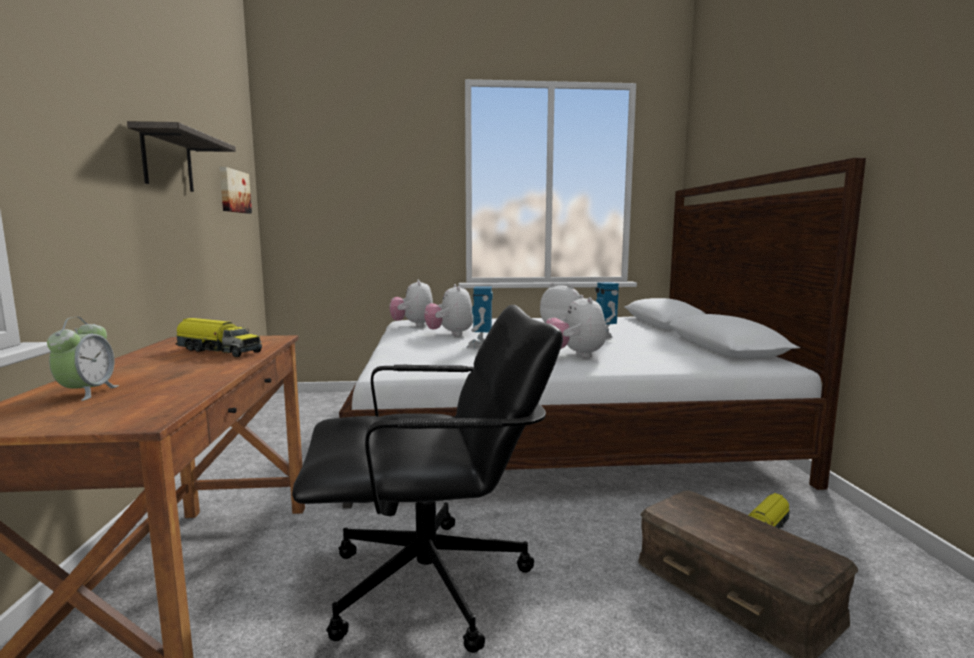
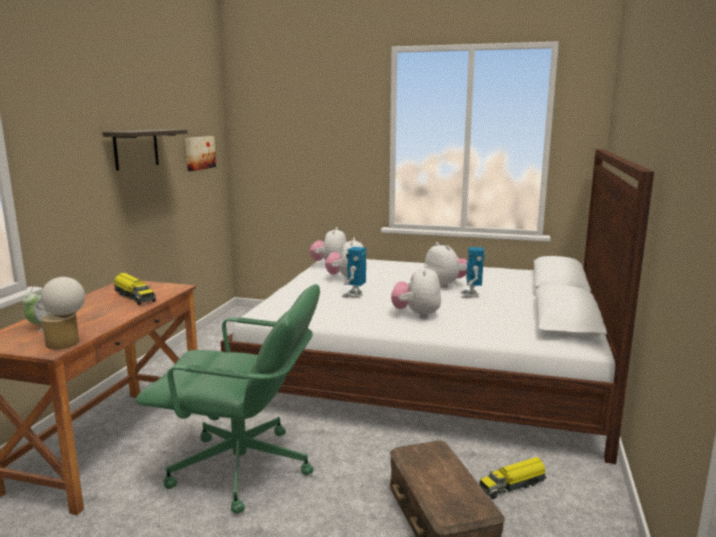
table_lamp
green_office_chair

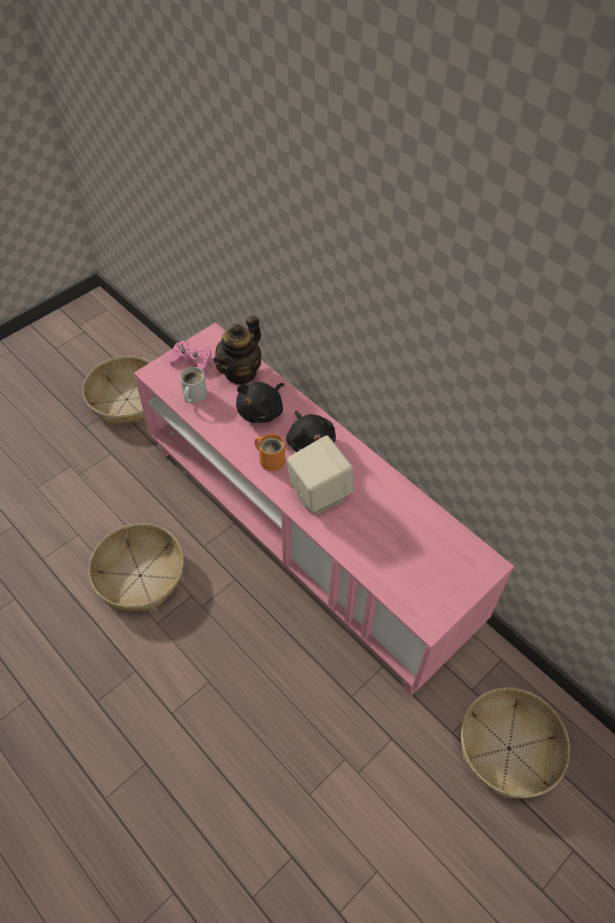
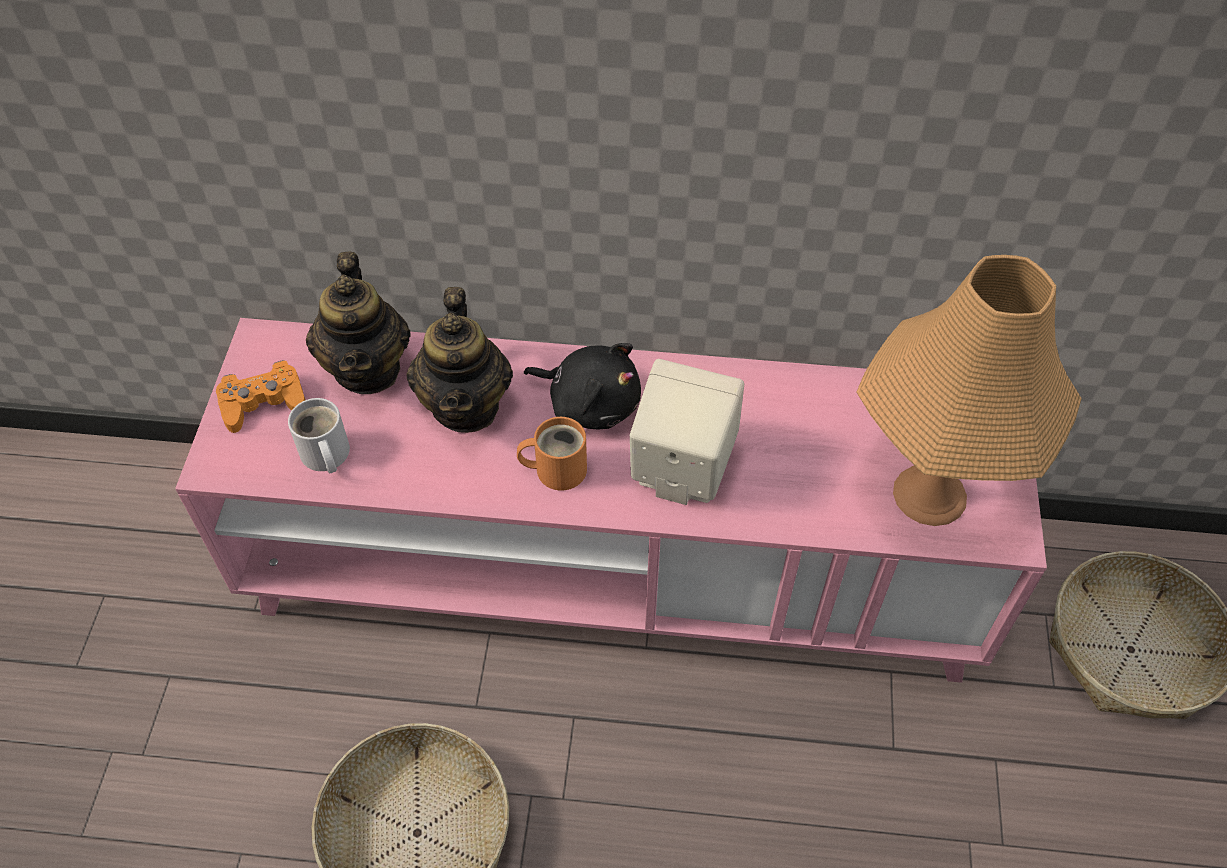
orange_game_controller
teapot (2nd from left)
orange_table_lamp
basket (1st from left in the first image)

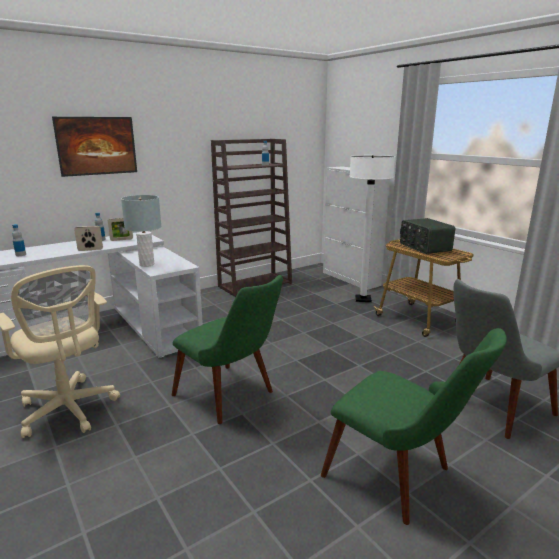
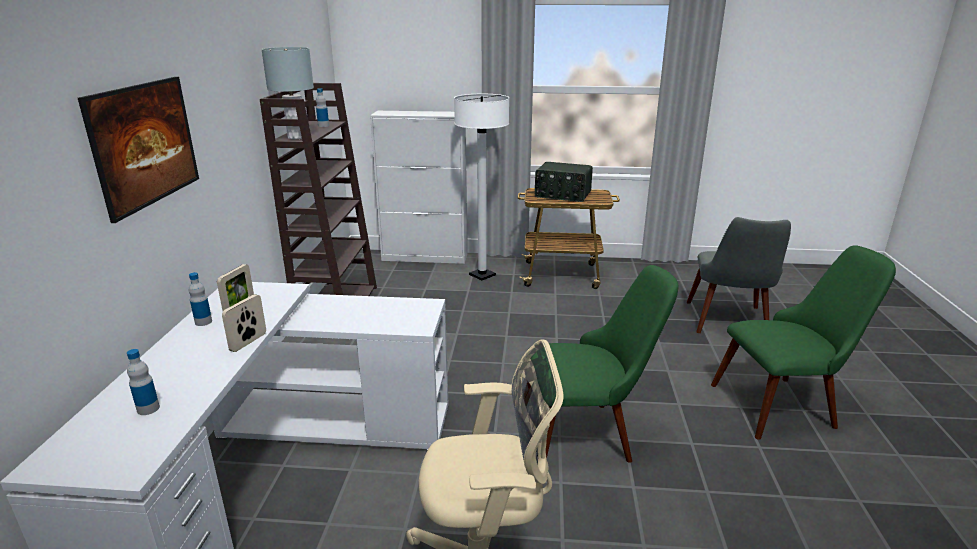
grey_table_lamp

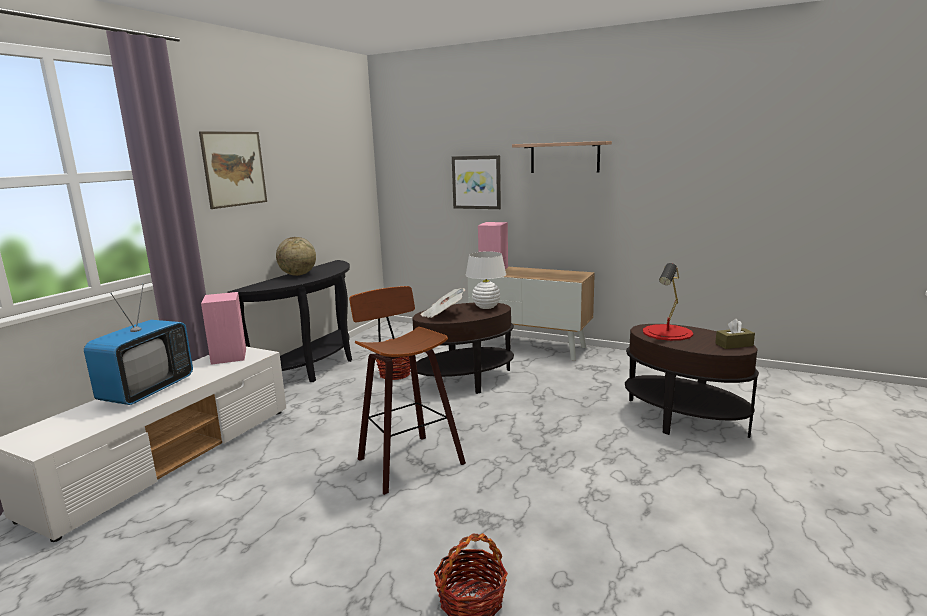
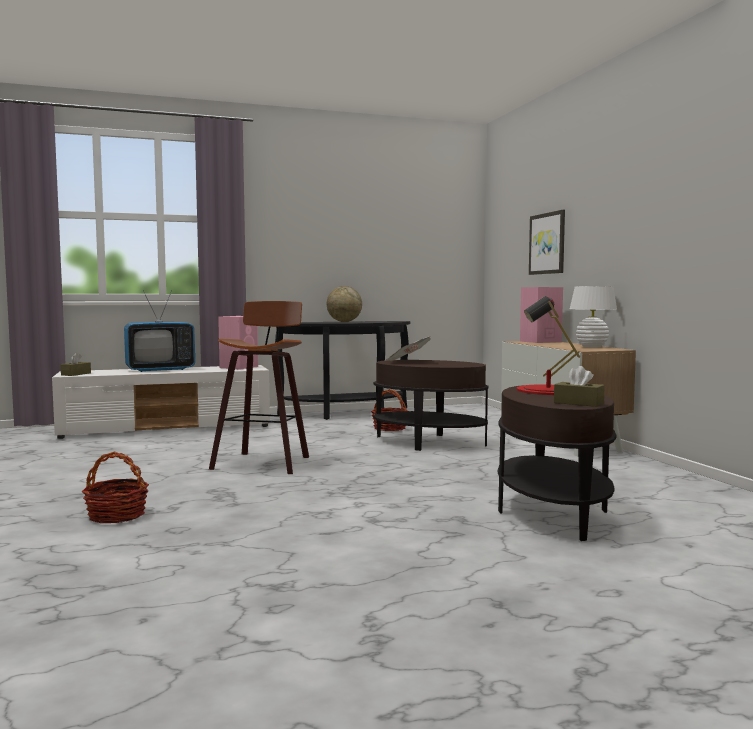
brown_tissue_box (1st from left)
white_table_lamp
picture (1st from left in the first image)
shelf

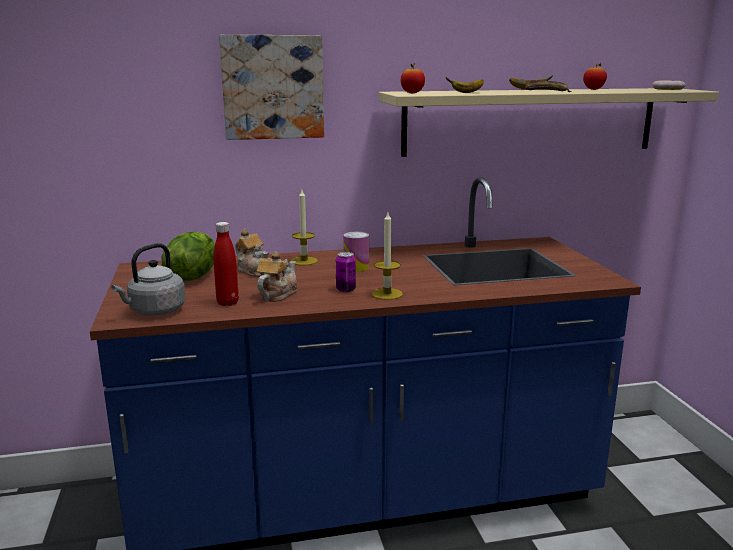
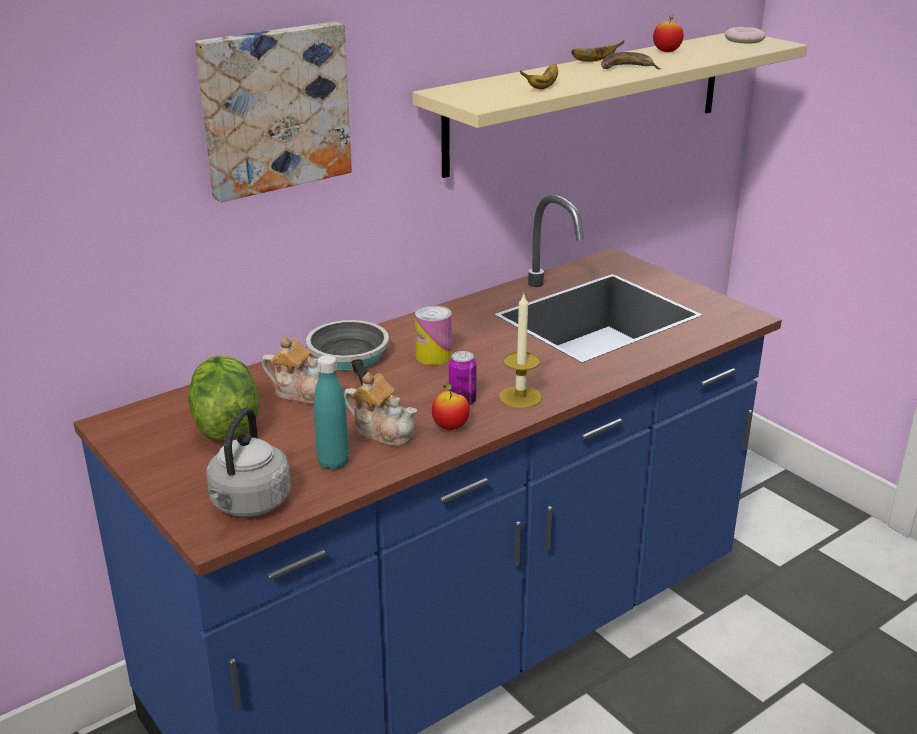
frying_pan
turquoise_bottle
teapot (2nd from left)
apple (1st from left)

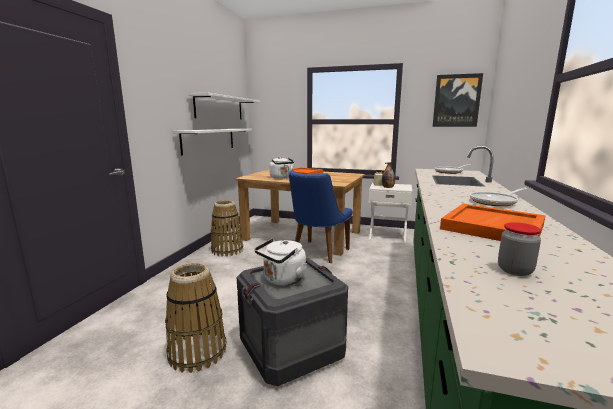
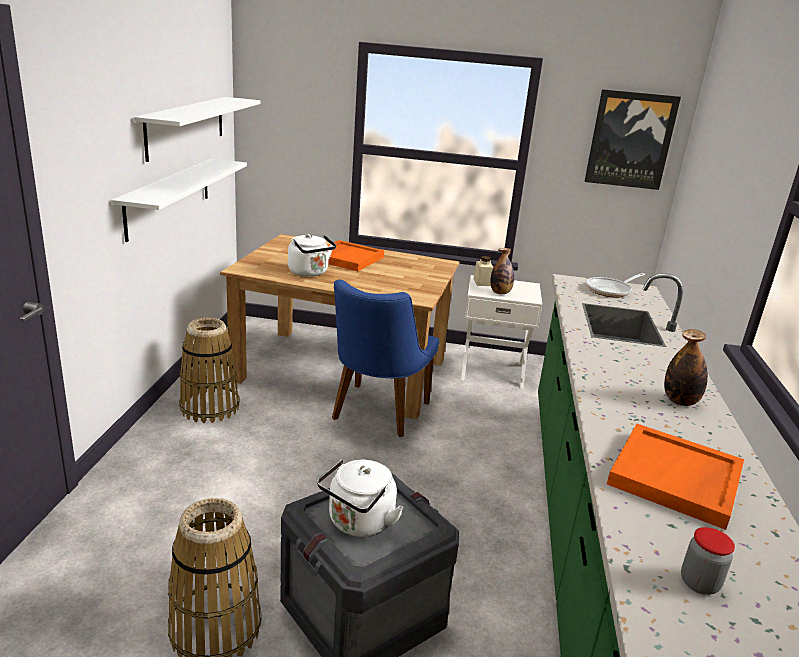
bottle (2nd from left)

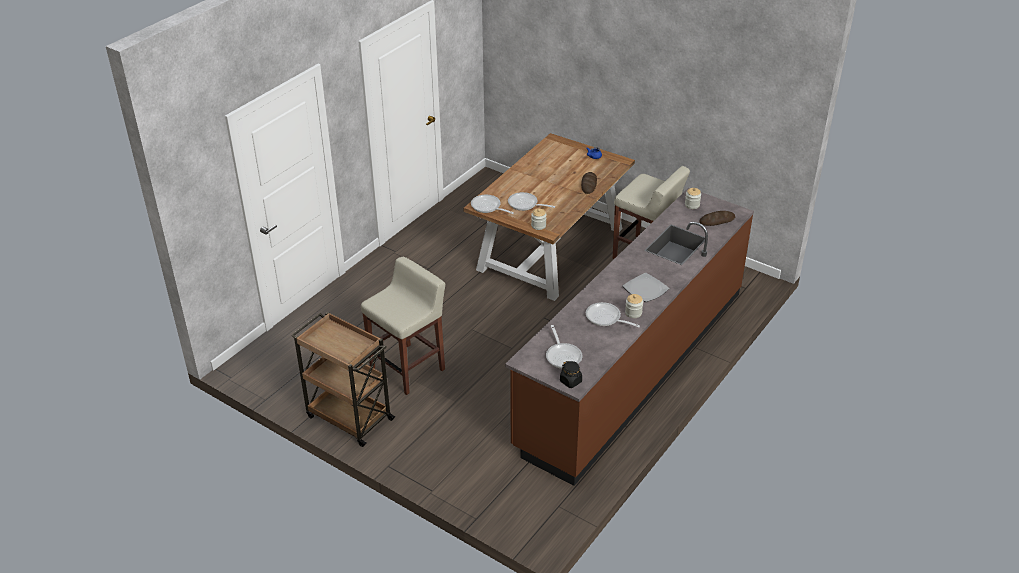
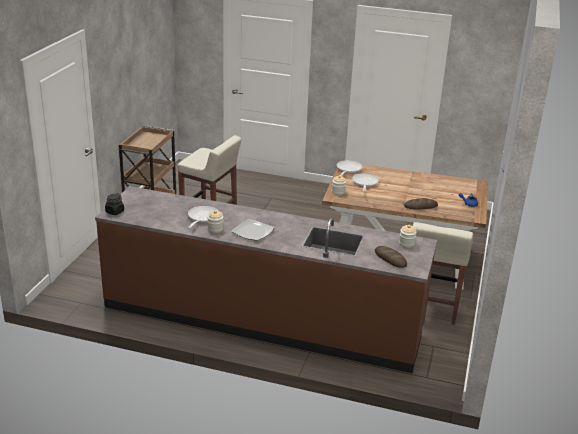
frying_pan (3rd from left in the first image)

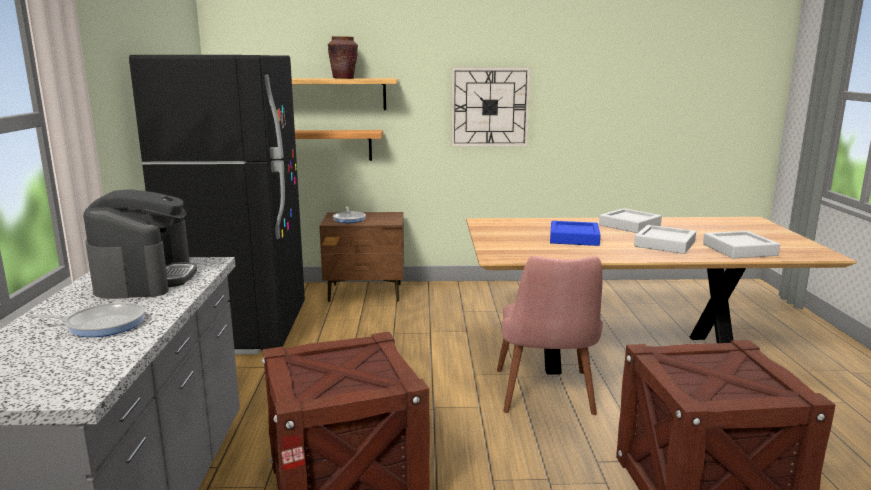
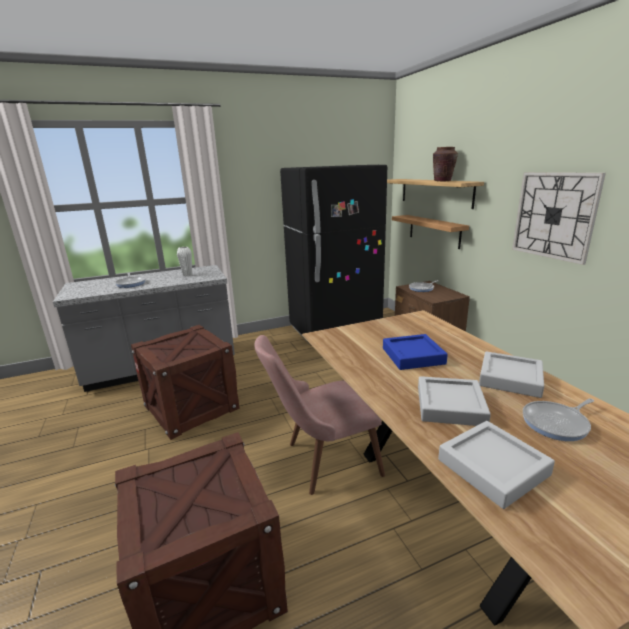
white_vase
frying_pan (3rd from left)

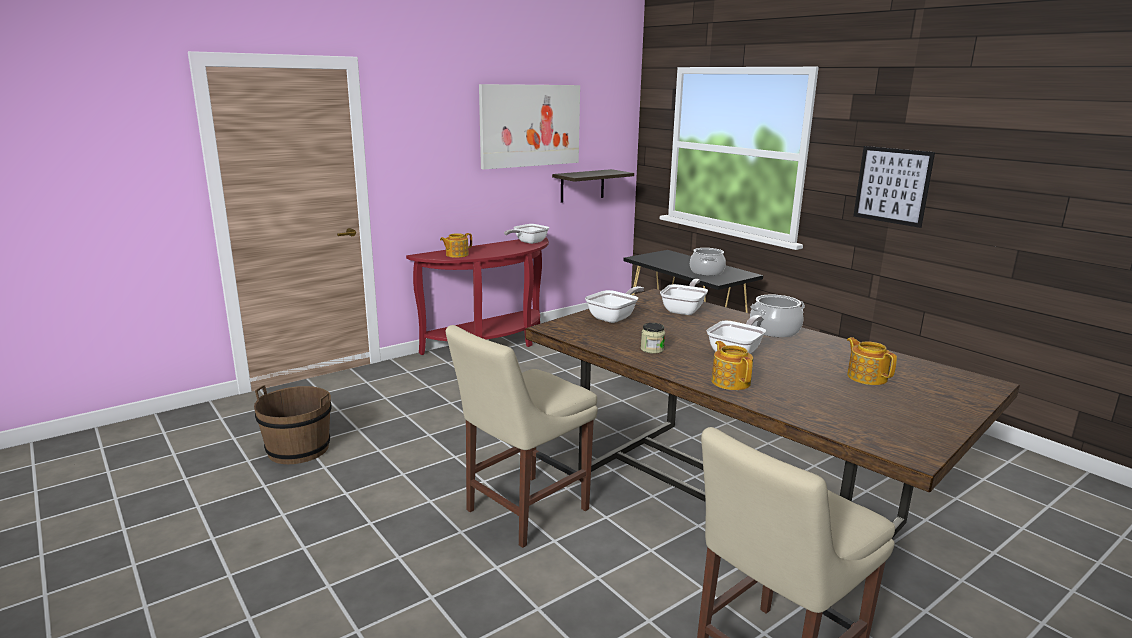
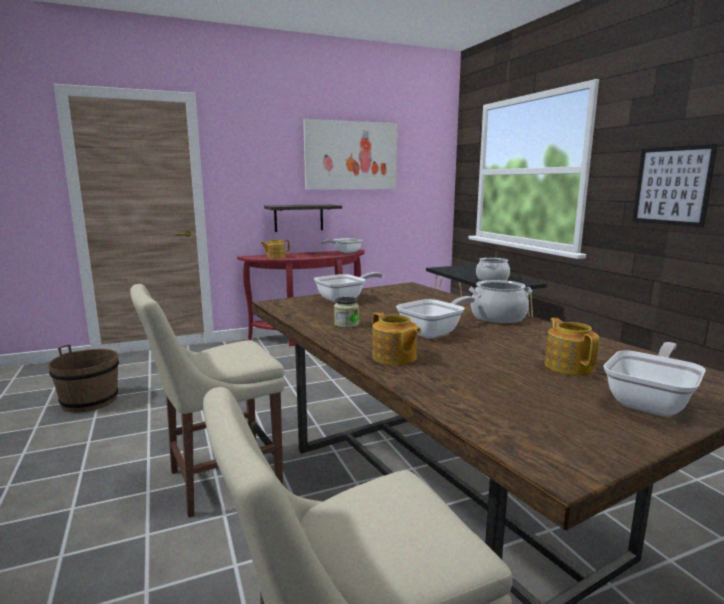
shelf
teapot (2nd from left)
frying_pan (4th from left)

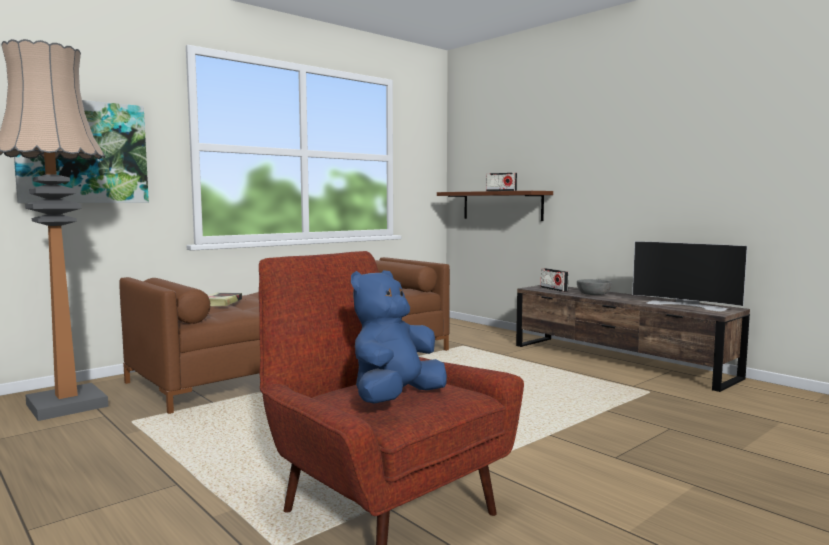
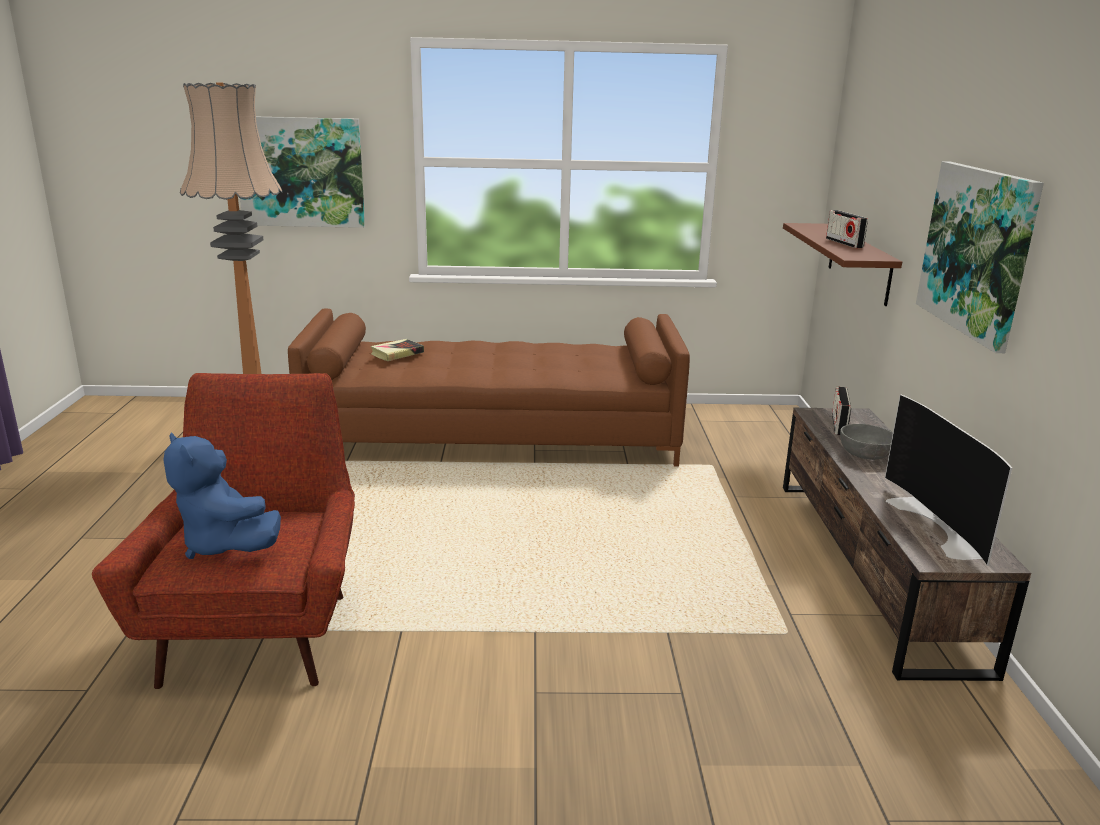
blue_plush_toy
picture (2nd from left)

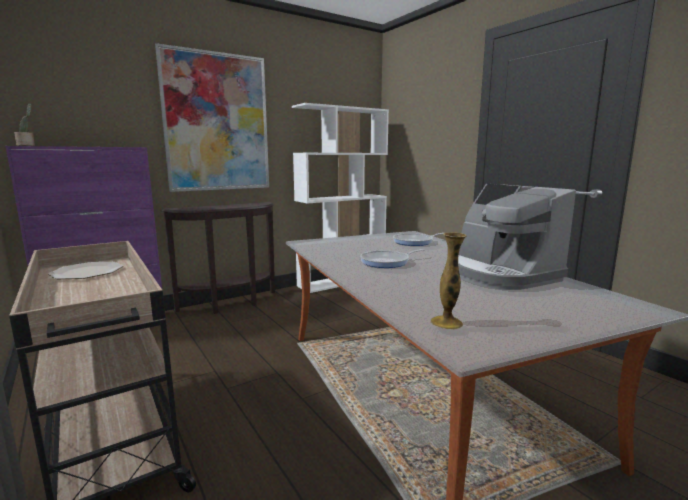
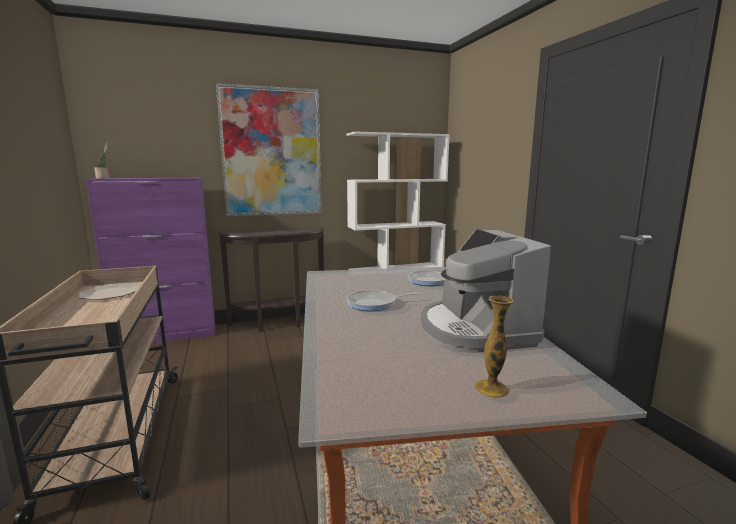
vase

